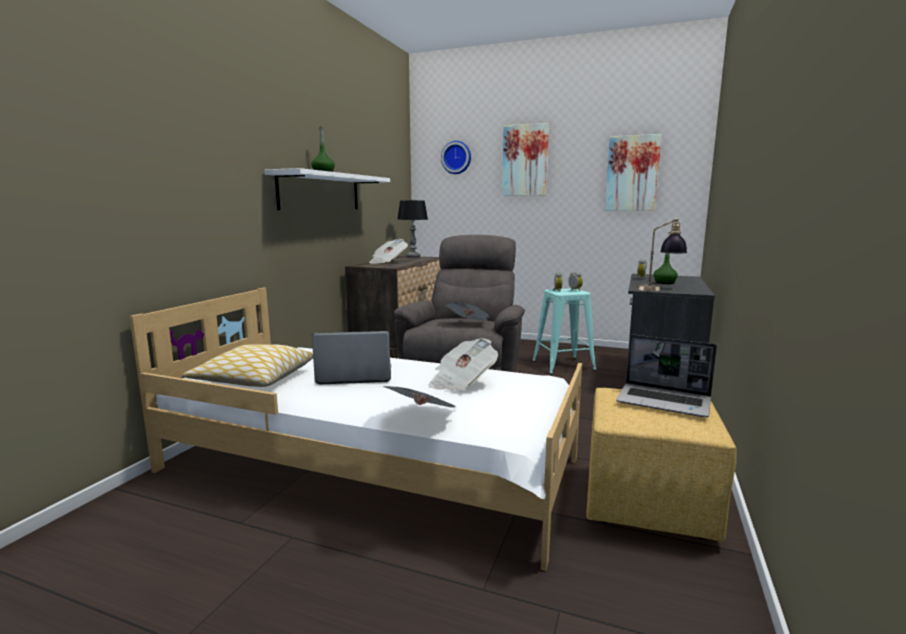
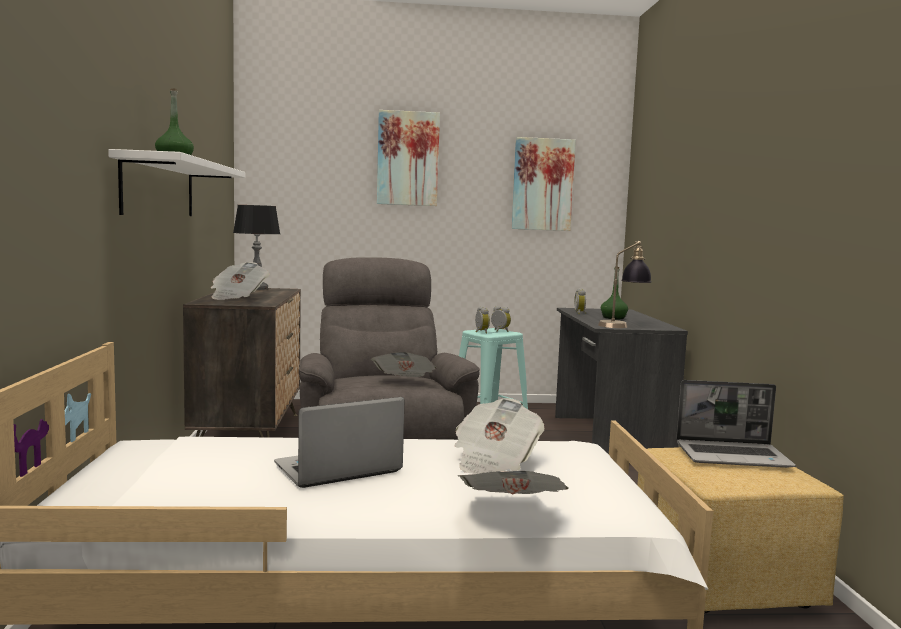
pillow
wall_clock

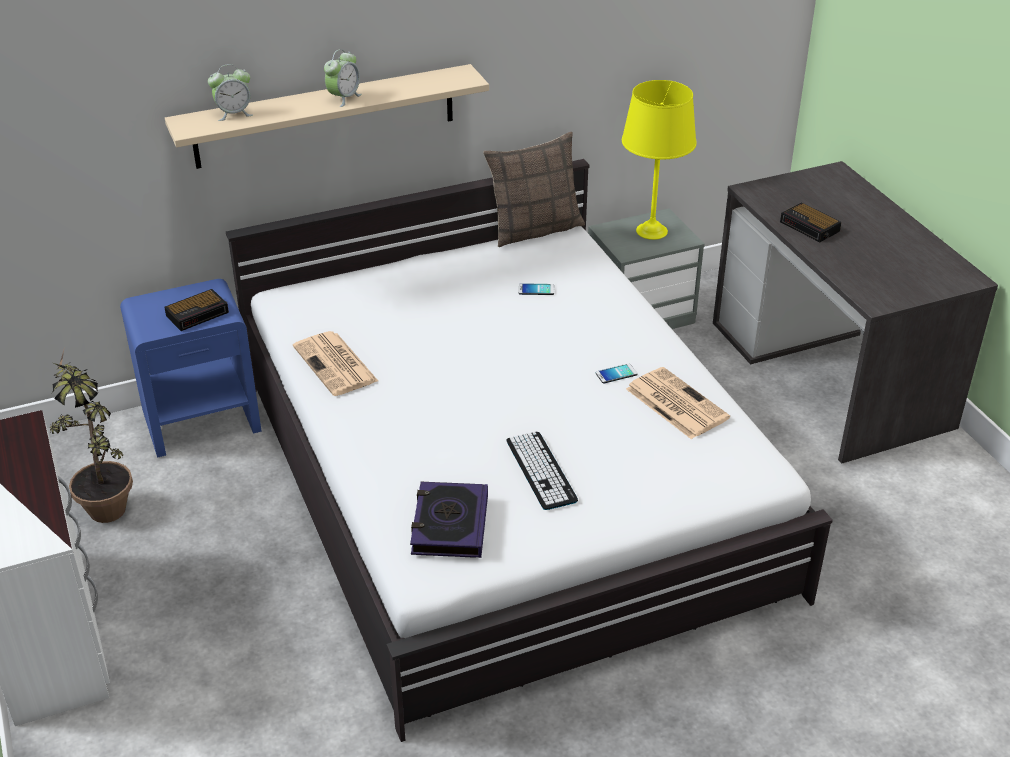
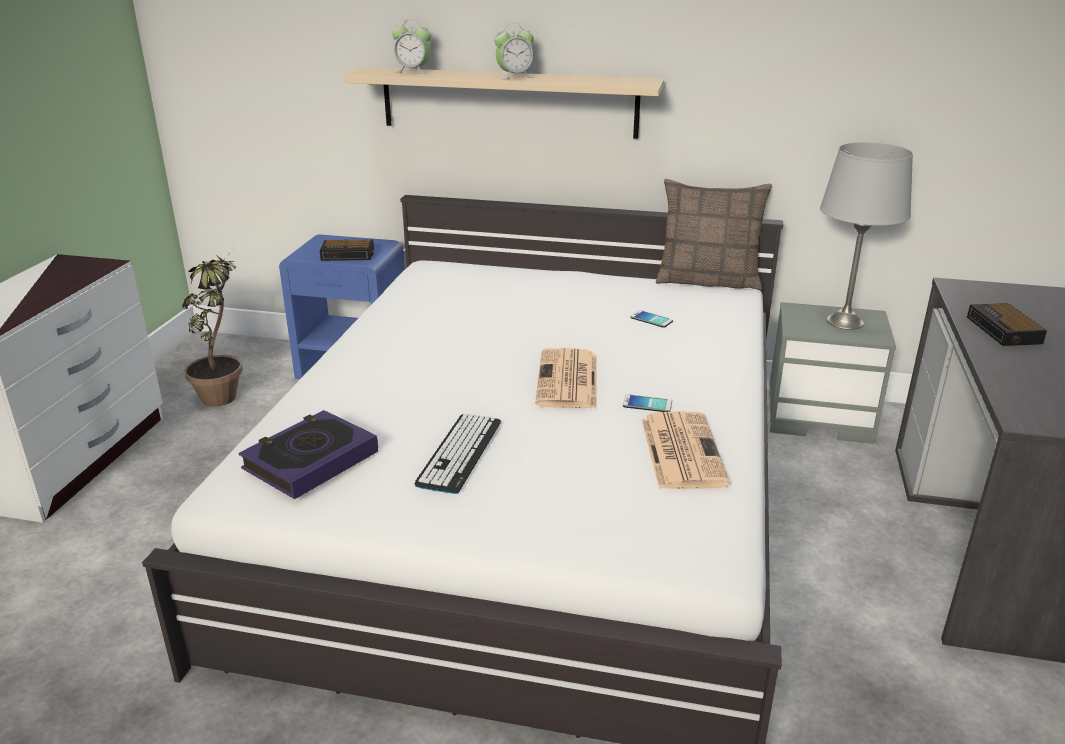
newspaper (1st from left)
grey_table_lamp

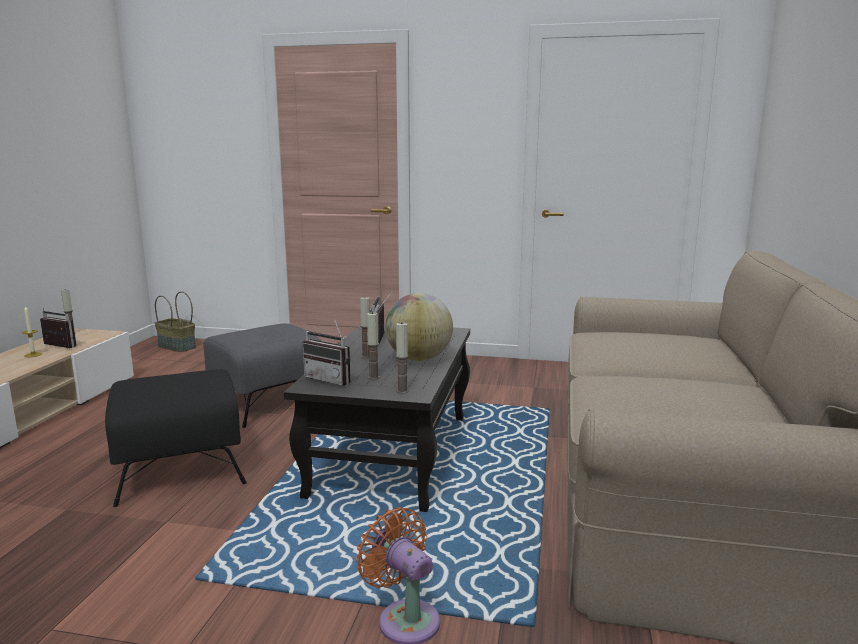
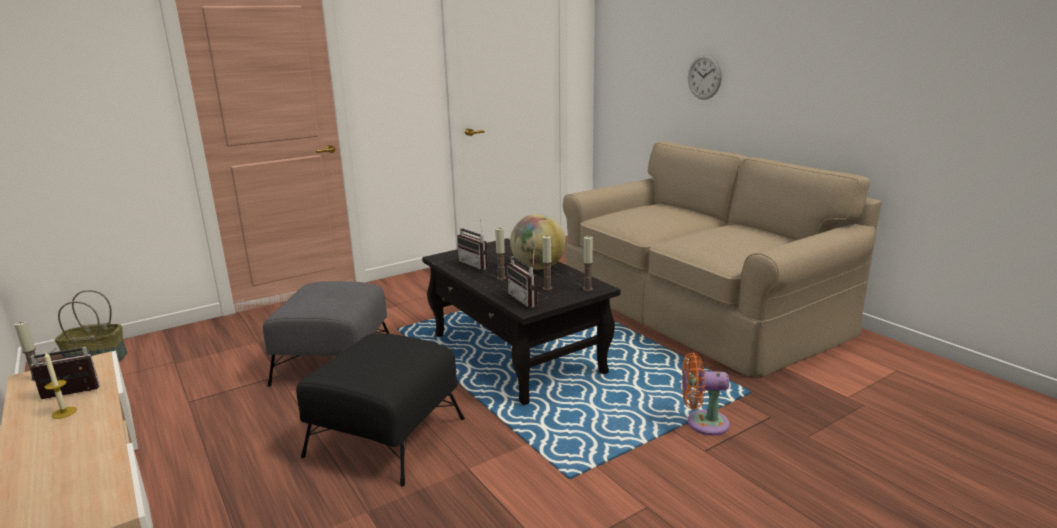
radio (3rd from left)
wall_clock

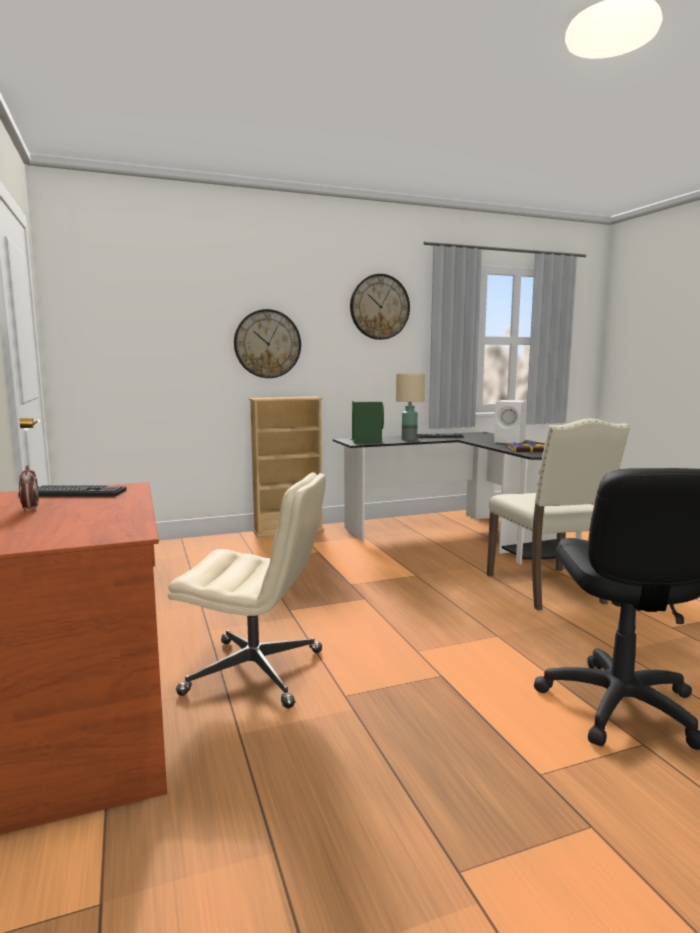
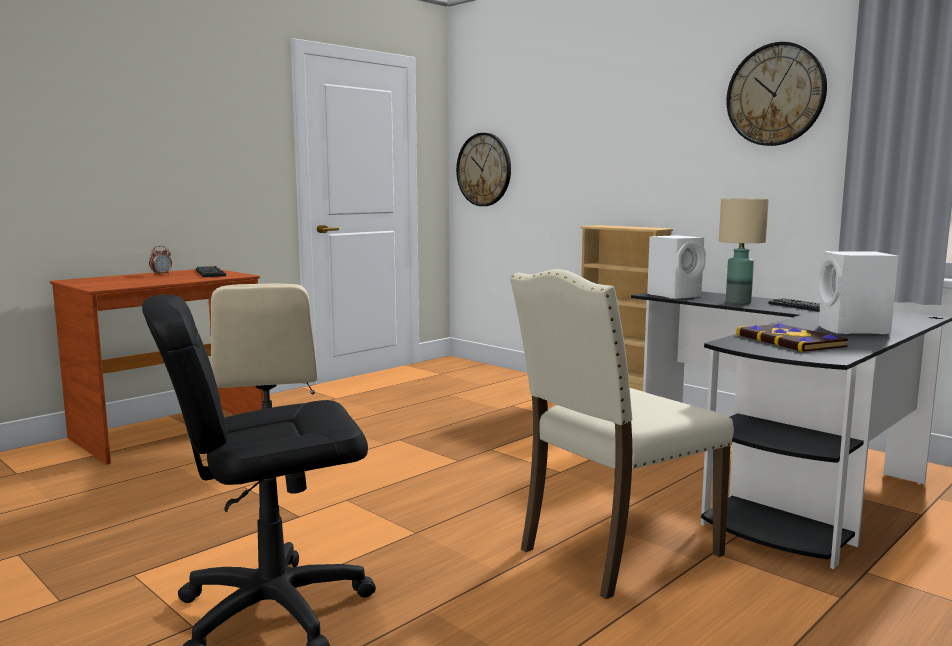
wall_clock (1st from left)
white_speaker (1st from left)

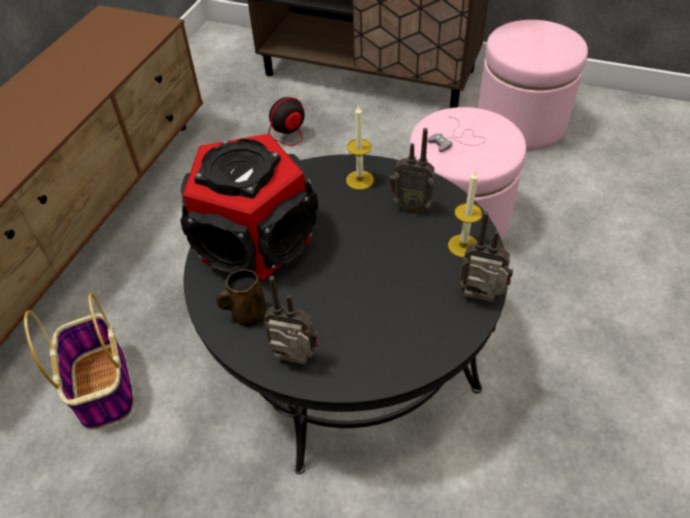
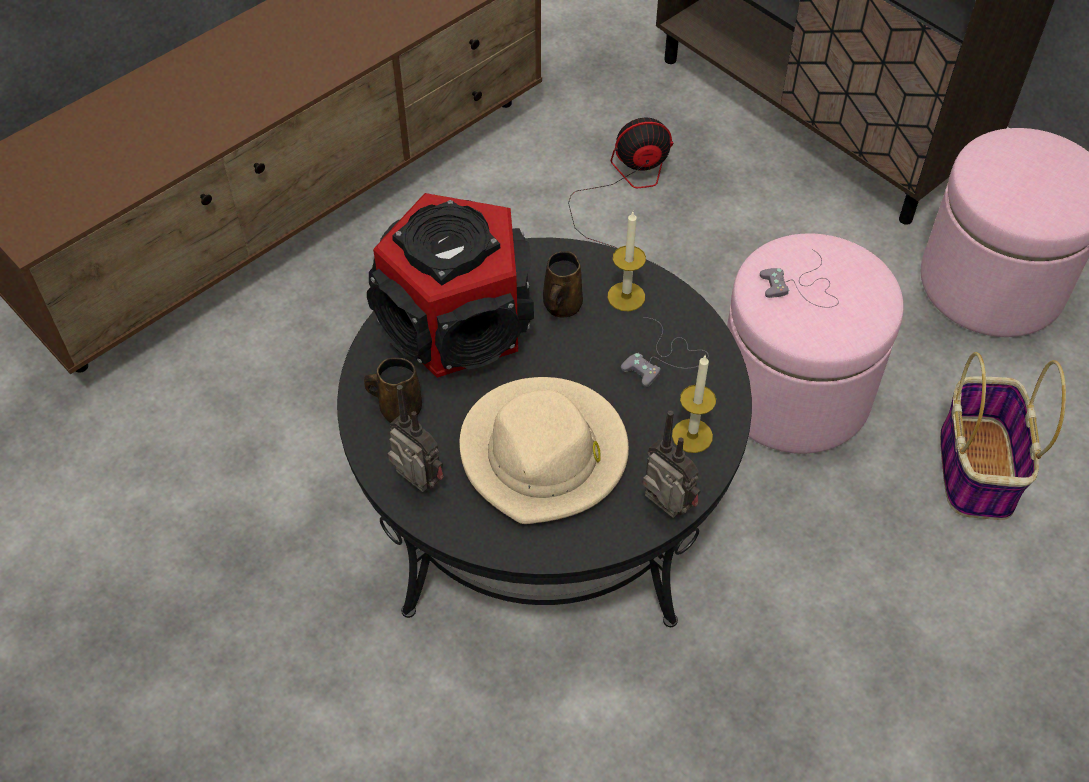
beige_hat
brown_mug (2nd from left)
grey_game_controller (1st from left)
basket

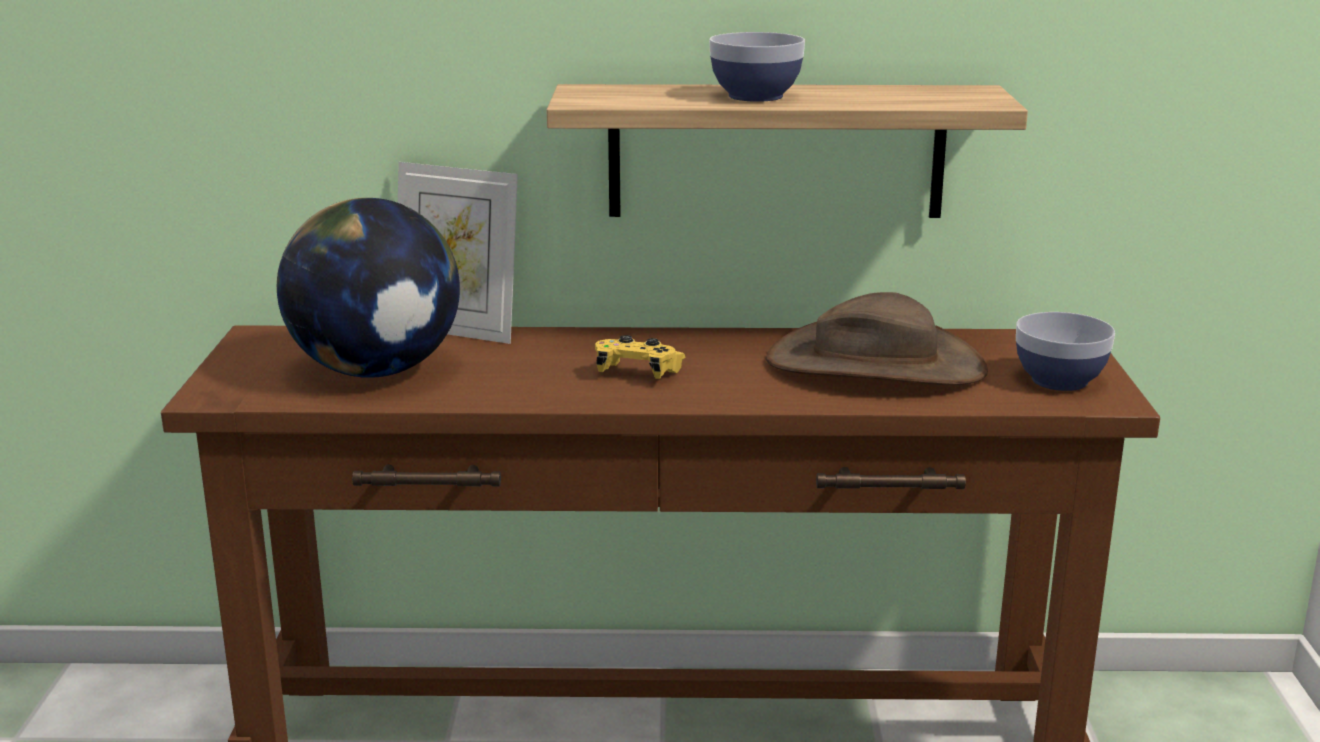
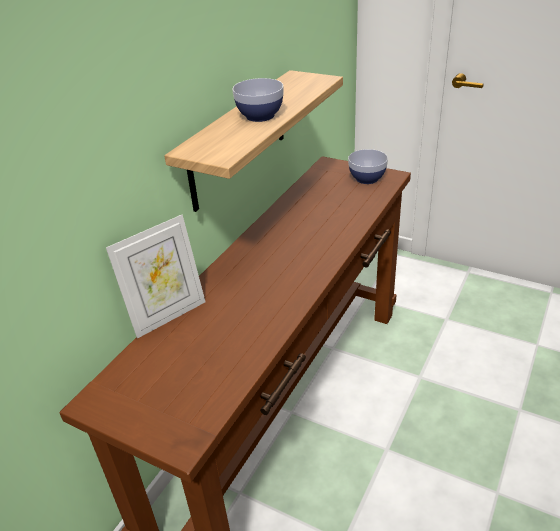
globe
yellow_game_controller
brown_hat

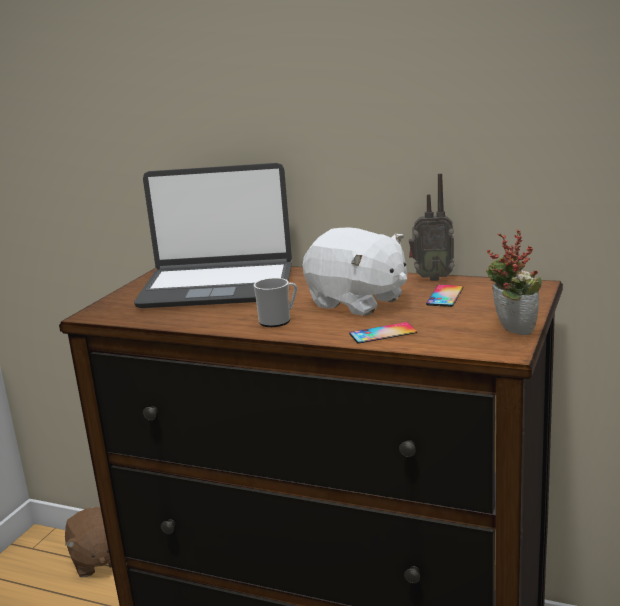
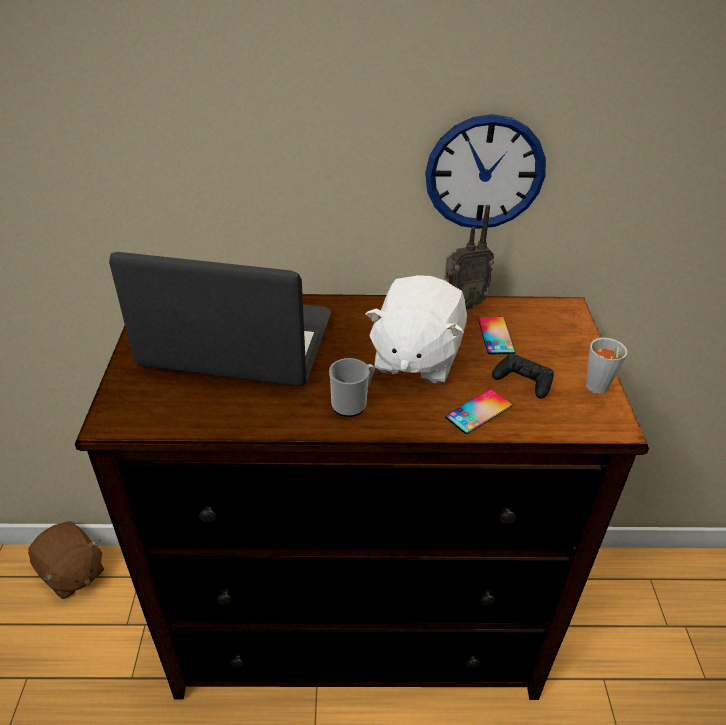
laptop
white_plush_toy
wall_clock
black_game_controller
grey_cup

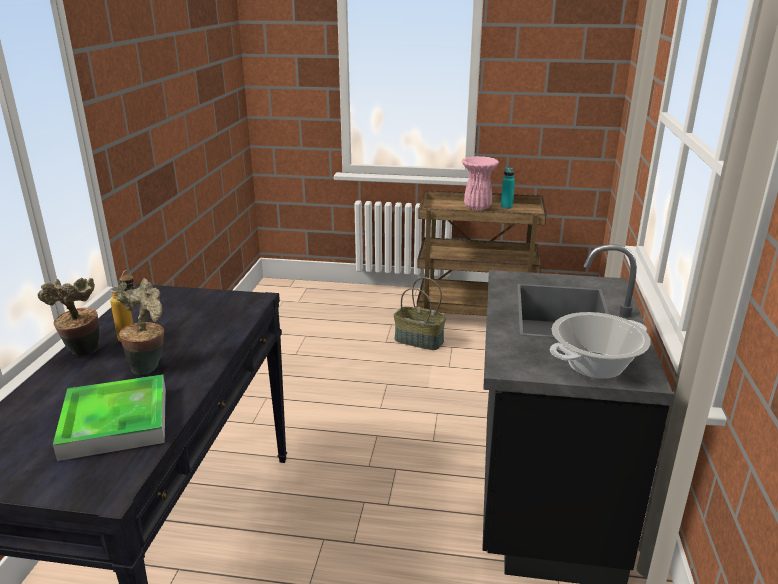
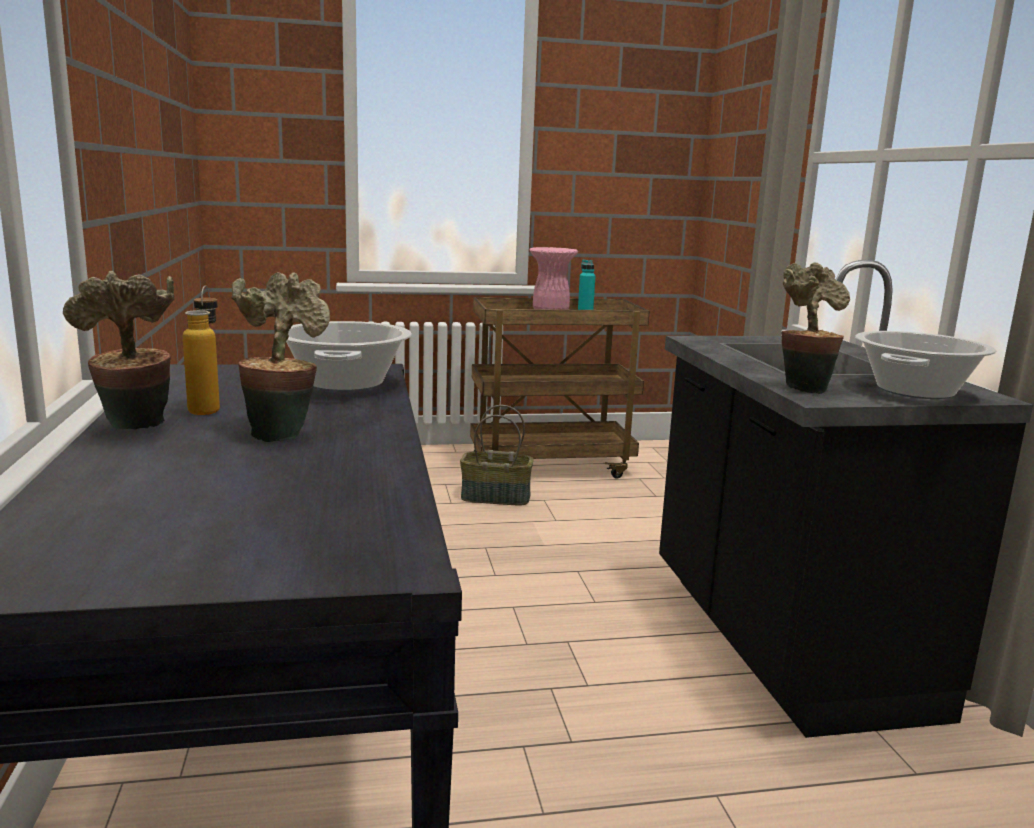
cooking_pot (1st from left)
potted_plant (3rd from left)
tray

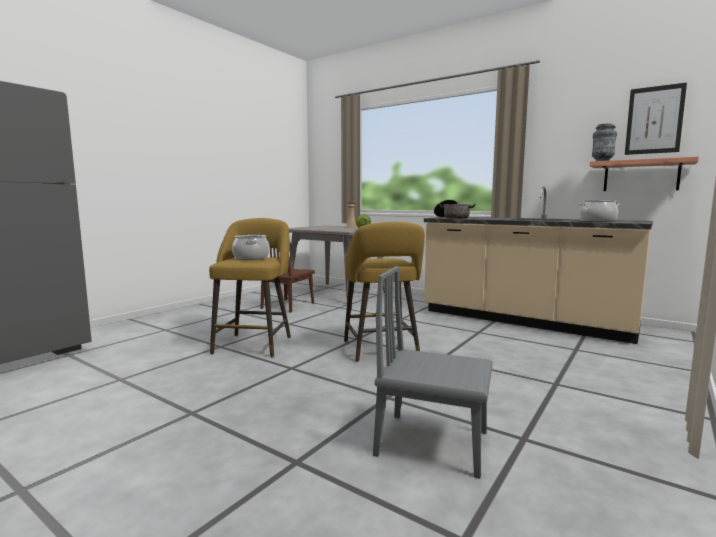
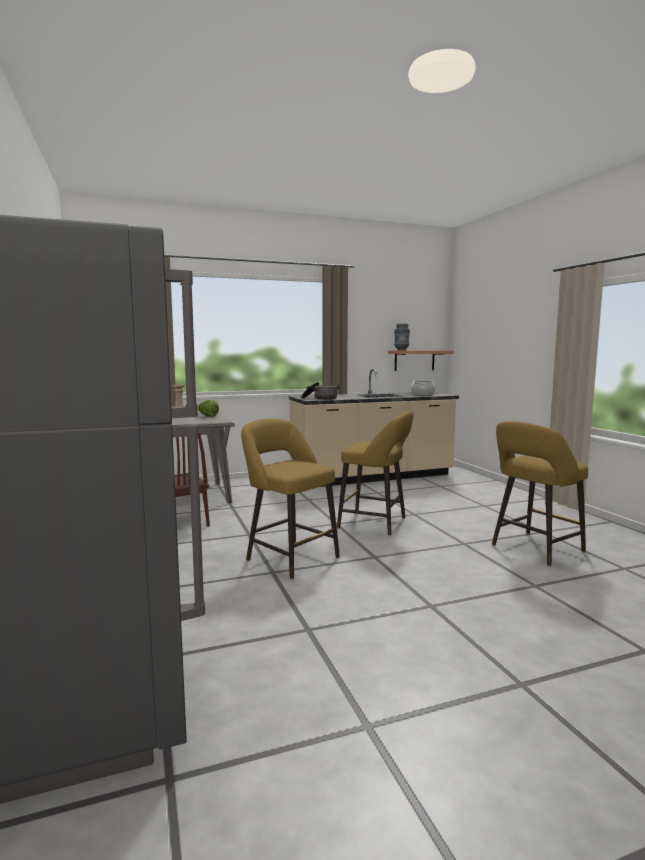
yellow_stool (3rd from left)
cooking_pot (1st from left in the first image)
picture

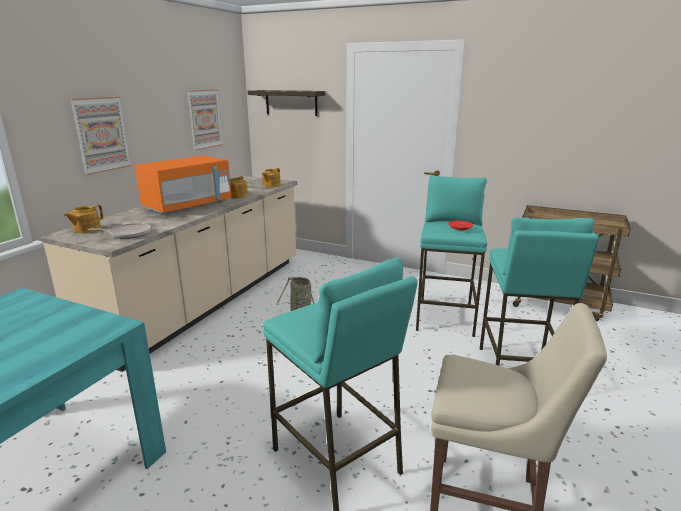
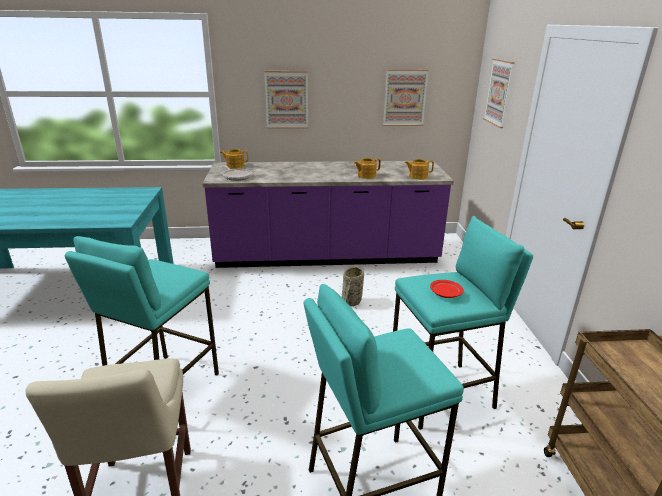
purple_counter
picture (3rd from left)
orange_microwave

